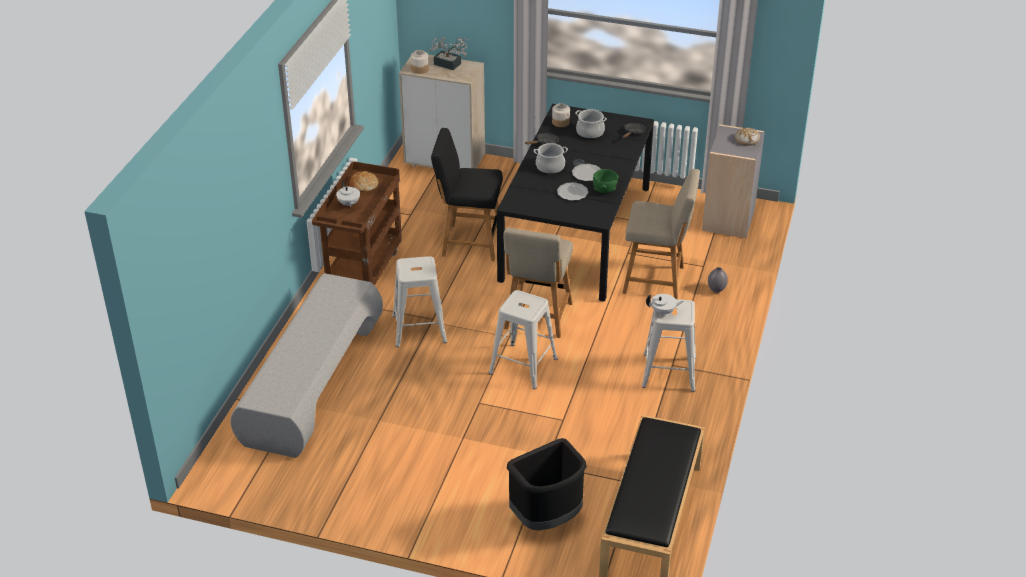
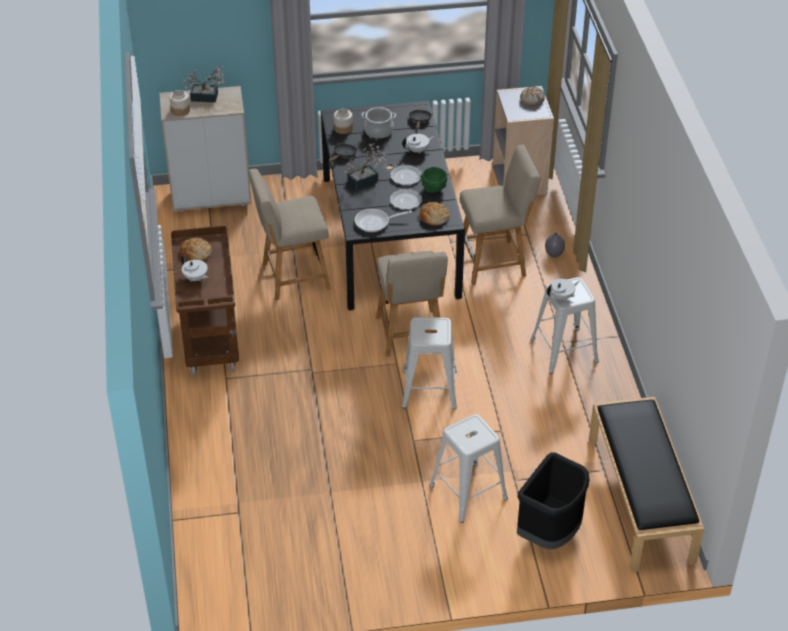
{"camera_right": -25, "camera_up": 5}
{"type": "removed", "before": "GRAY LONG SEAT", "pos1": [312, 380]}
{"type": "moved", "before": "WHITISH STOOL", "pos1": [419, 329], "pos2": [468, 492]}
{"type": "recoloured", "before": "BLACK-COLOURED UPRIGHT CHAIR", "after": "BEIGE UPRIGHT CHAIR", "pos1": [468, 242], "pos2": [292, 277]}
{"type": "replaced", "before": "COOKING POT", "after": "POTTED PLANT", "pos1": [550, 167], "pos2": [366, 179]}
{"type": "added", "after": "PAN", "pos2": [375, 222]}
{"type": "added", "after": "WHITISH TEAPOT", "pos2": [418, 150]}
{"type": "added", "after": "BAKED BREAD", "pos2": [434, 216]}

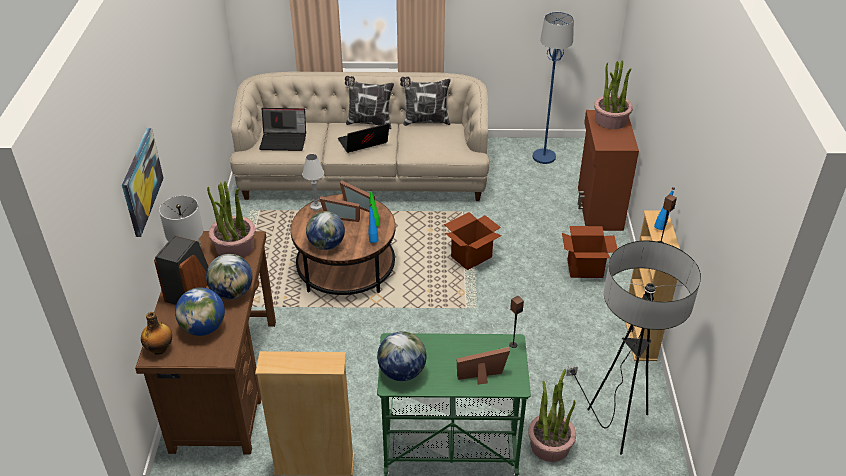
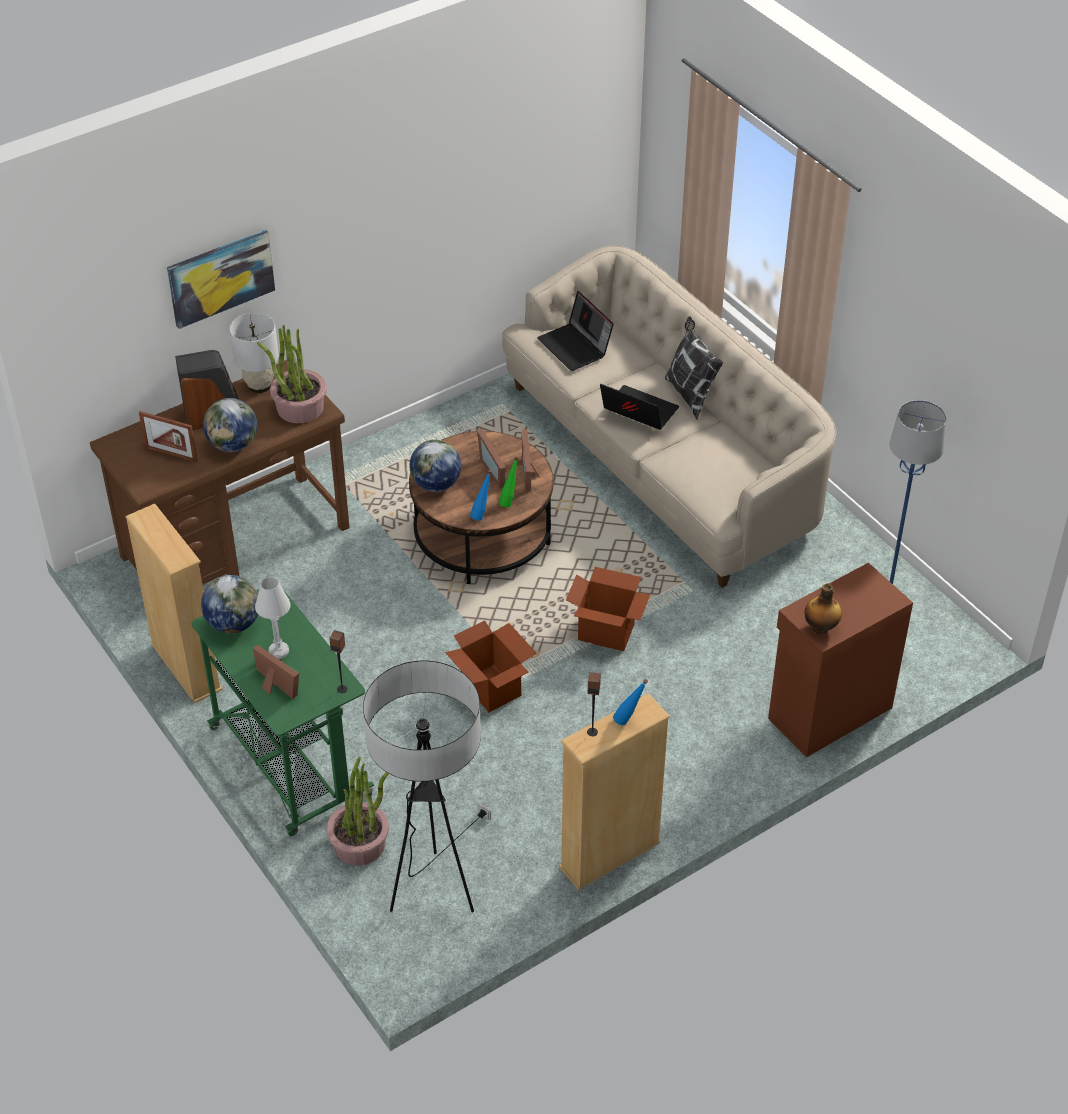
{"camera_right": 55, "camera_up": 5}
{"type": "moved", "before": "BOTTLE", "pos1": [160, 349], "pos2": [821, 627]}
{"type": "replaced", "before": "DESK GLOBE", "after": "STANDING FRAME", "pos1": [203, 328], "pos2": [171, 454]}
{"type": "moved", "before": "WHITISH TABLETOP LAMP", "pos1": [316, 206], "pos2": [279, 651]}
{"type": "removed", "before": "THROW PILLOW", "pos1": [425, 121]}
{"type": "moved", "before": "CARDBOARD BOX", "pos1": [585, 269], "pos2": [491, 689]}
{"type": "removed", "before": "POTTED PLANT", "pos1": [611, 120]}

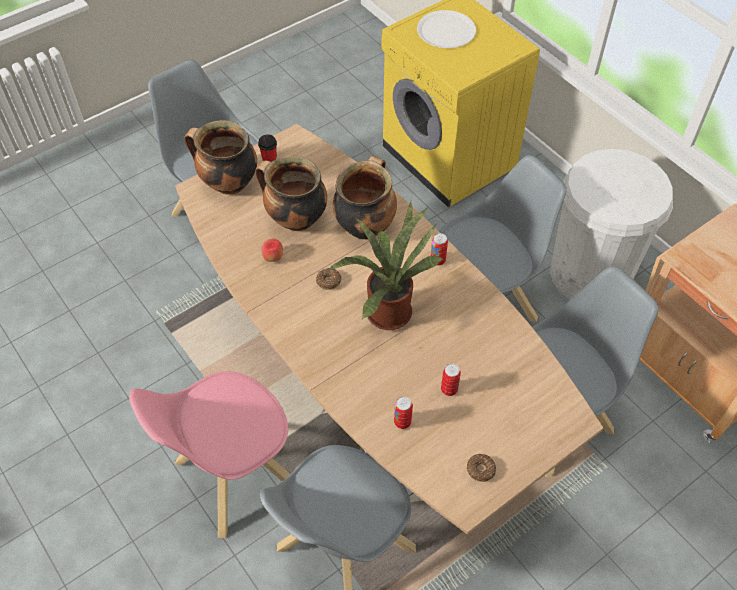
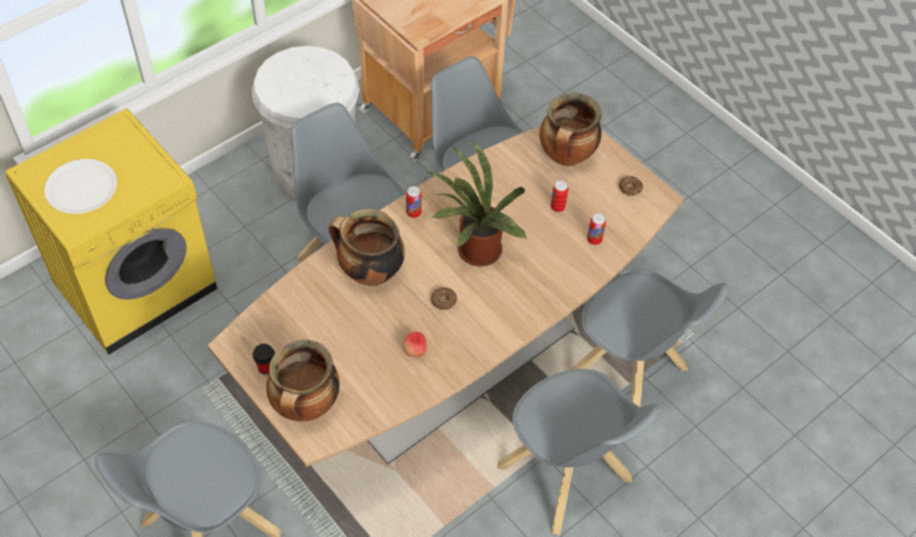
{"camera_right": -95, "camera_up": 0}
{"type": "recoloured", "before": "PINK-COLOURED UPRIGHT CHAIR", "after": "GRAY UPRIGHT CHAIR", "pos1": [234, 476], "pos2": [567, 476]}
{"type": "moved", "before": "COOKING POT", "pos1": [295, 220], "pos2": [567, 157]}

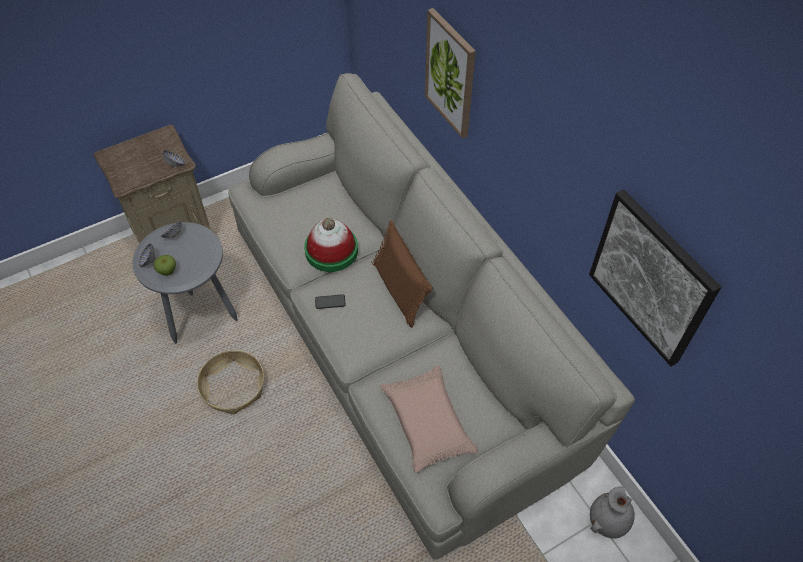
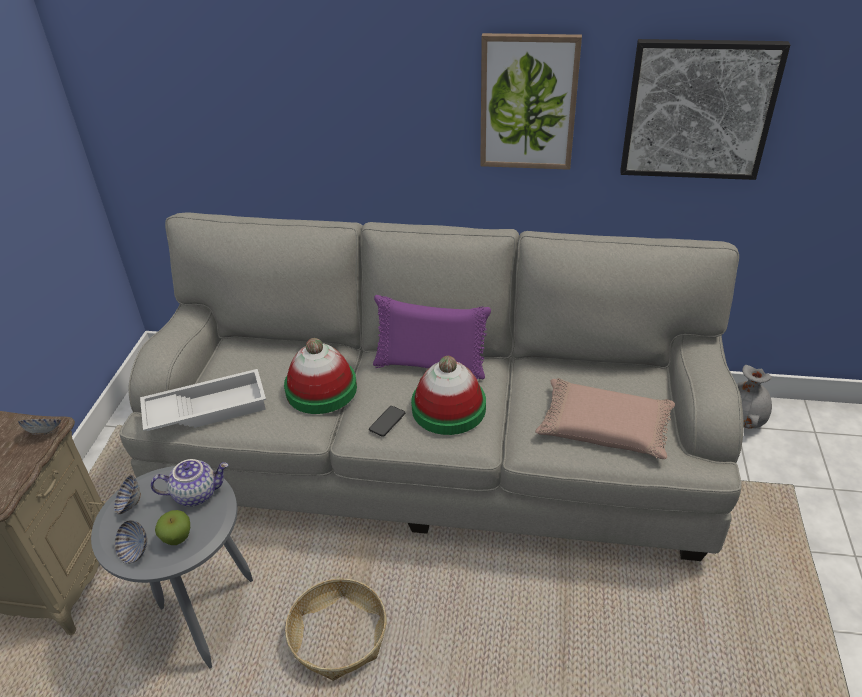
{"camera_right": -50, "camera_up": -15}
{"type": "recoloured", "before": "BROWNISH THROW PILLOW", "after": "PURPLISH THROW PILLOW", "pos1": [400, 290], "pos2": [430, 365]}
{"type": "moved", "before": "PICTURE", "pos1": [451, 74], "pos2": [528, 102]}
{"type": "added", "after": "WHITISH SERVING TRAY", "pos2": [207, 408]}
{"type": "added", "after": "TEAPOT", "pos2": [196, 493]}
{"type": "added", "after": "WEARABLE HAT", "pos2": [448, 408]}

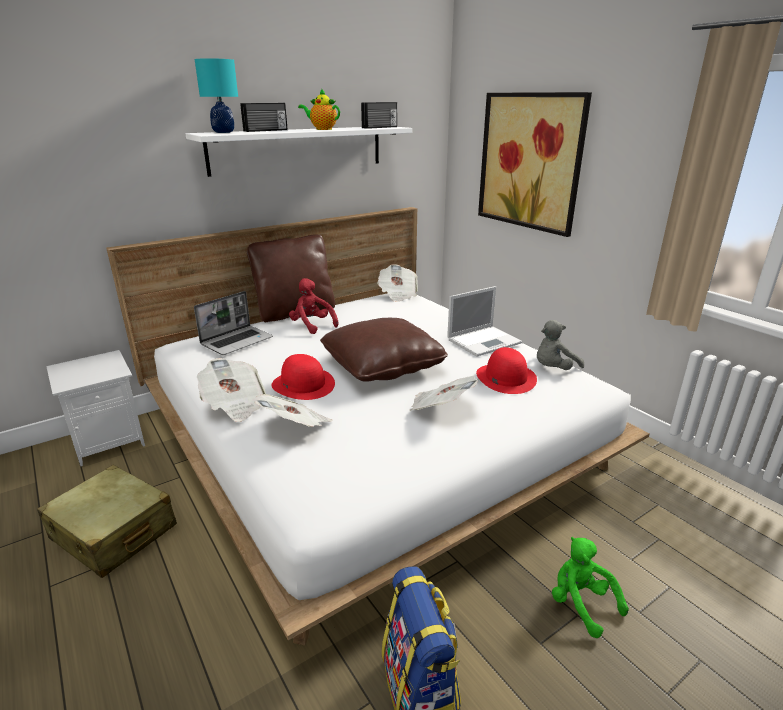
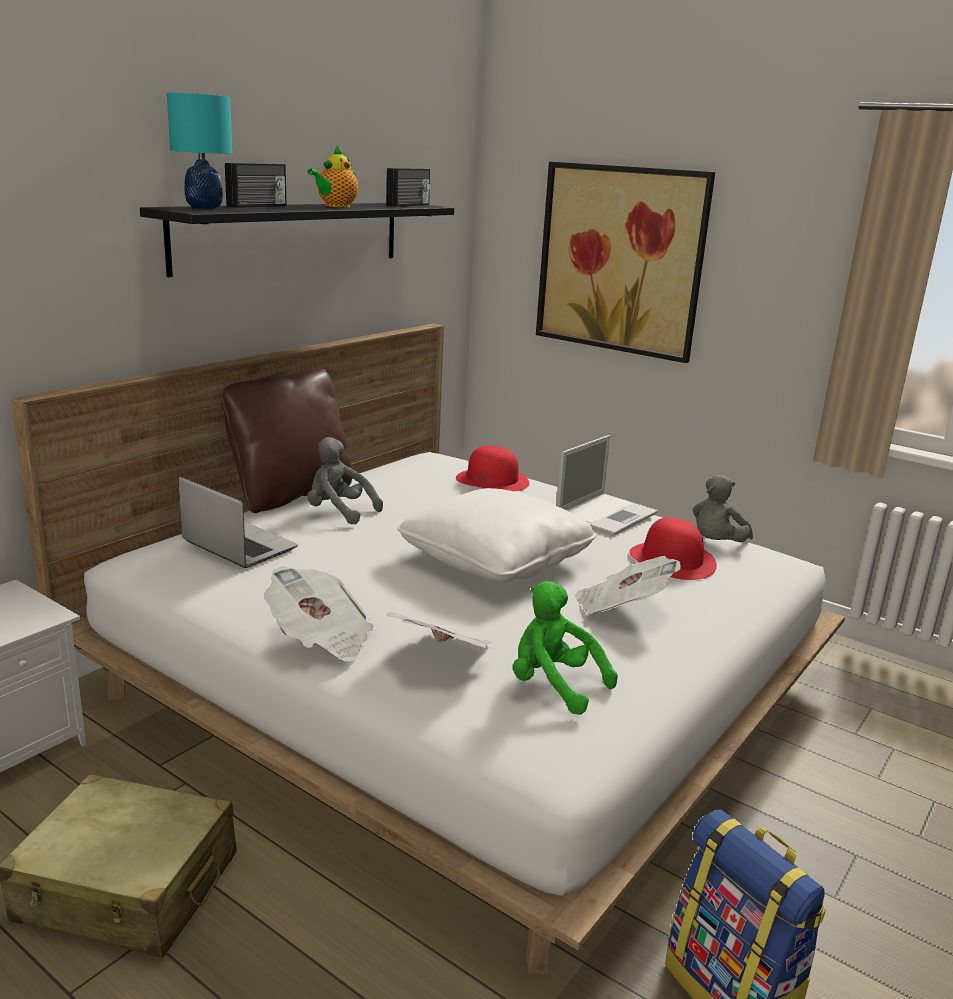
{"camera_right": -20, "camera_up": -5}
{"type": "recoloured", "before": "WHITISH WALL SHELF", "after": "BLACK-COLOURED WALL SHELF", "pos1": [298, 149], "pos2": [292, 235]}
{"type": "turned", "before": "NOTEBOOK COMPUTER", "pos1": [237, 341], "pos2": [237, 545], "turn": -75}
{"type": "moved", "before": "RED WEARABLE HAT", "pos1": [303, 384], "pos2": [492, 480]}
{"type": "recoloured", "before": "RED PLUSH TOY", "after": "GRAY PLUSH TOY", "pos1": [312, 325], "pos2": [339, 512]}
{"type": "turned", "before": "TEAPOT", "pos1": [322, 129], "pos2": [335, 206], "turn": -60}
{"type": "recoloured", "before": "BROWNISH THROW PILLOW", "after": "WHITISH THROW PILLOW", "pos1": [382, 366], "pos2": [496, 561]}
{"type": "removed", "before": "NEWSPAPER", "pos1": [398, 294]}
{"type": "moved", "before": "GREEN-COLOURED PLUSH TOY", "pos1": [581, 603], "pos2": [554, 685]}

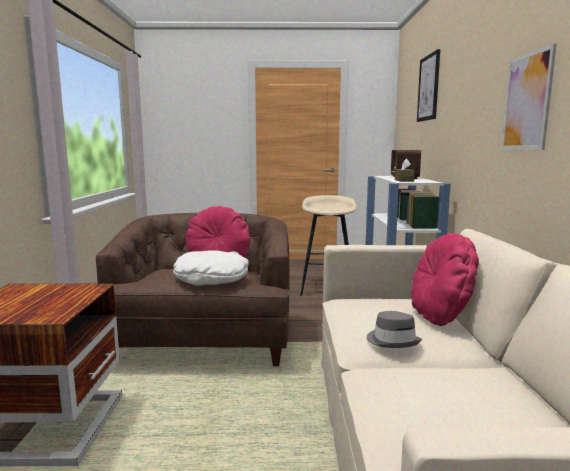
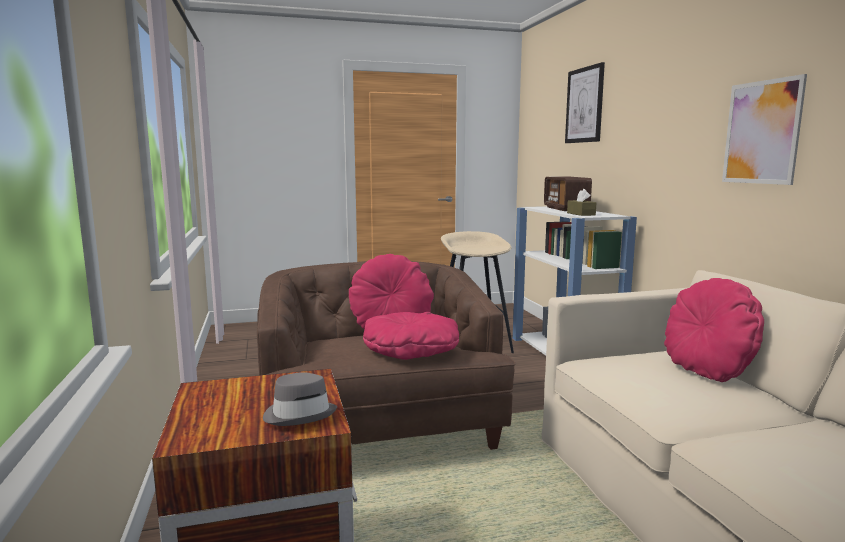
{"camera_right": -15, "camera_up": 0}
{"type": "recoloured", "before": "WHITISH THROW PILLOW", "after": "PINK-COLOURED THROW PILLOW", "pos1": [212, 279], "pos2": [410, 349]}
{"type": "moved", "before": "GRAY WEARABLE HAT", "pos1": [392, 340], "pos2": [299, 414]}

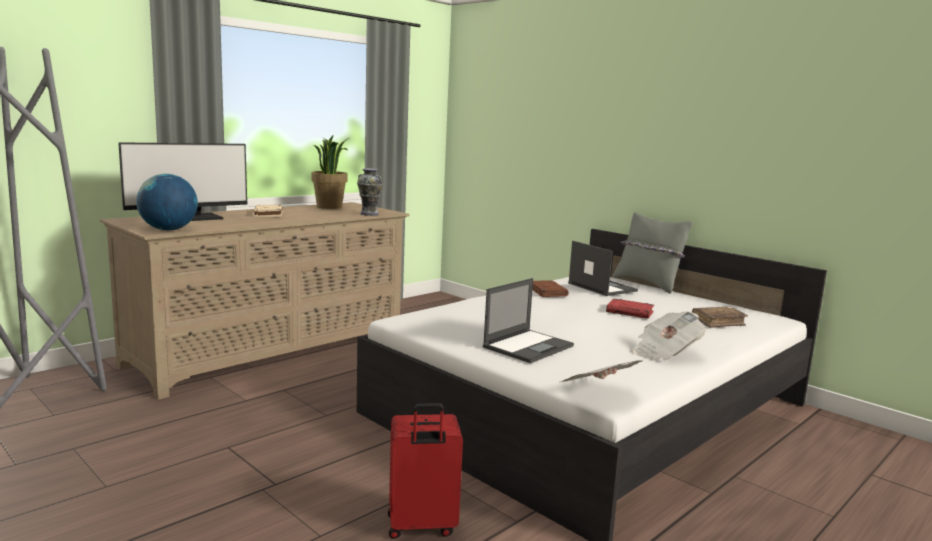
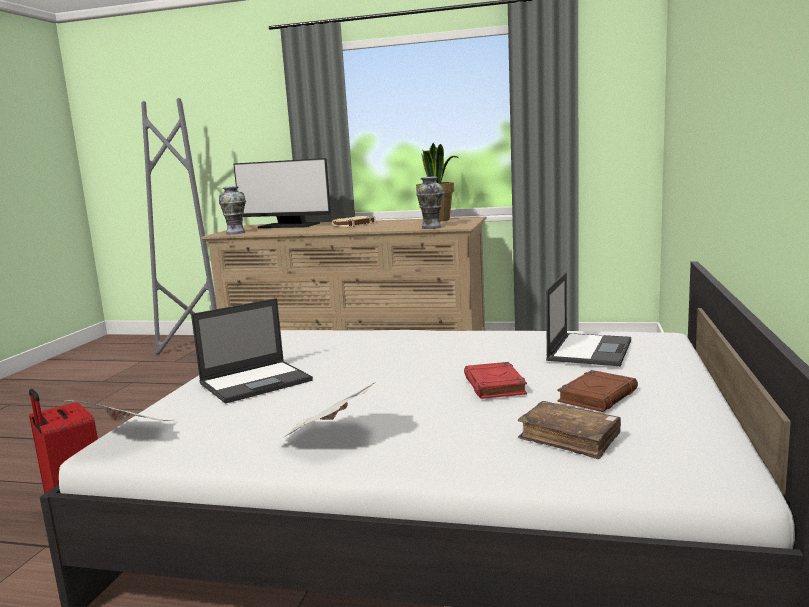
{"camera_right": 60, "camera_up": 0}
{"type": "replaced", "before": "DESK GLOBE", "after": "FLOWER VASE", "pos1": [168, 230], "pos2": [235, 233]}
{"type": "turned", "before": "NOTEBOOK COMPUTER", "pos1": [529, 346], "pos2": [257, 382], "turn": -45}
{"type": "moved", "before": "BROWNISH BOOK", "pos1": [547, 292], "pos2": [597, 396]}
{"type": "removed", "before": "GRAY THROW PILLOW", "pos1": [648, 284]}

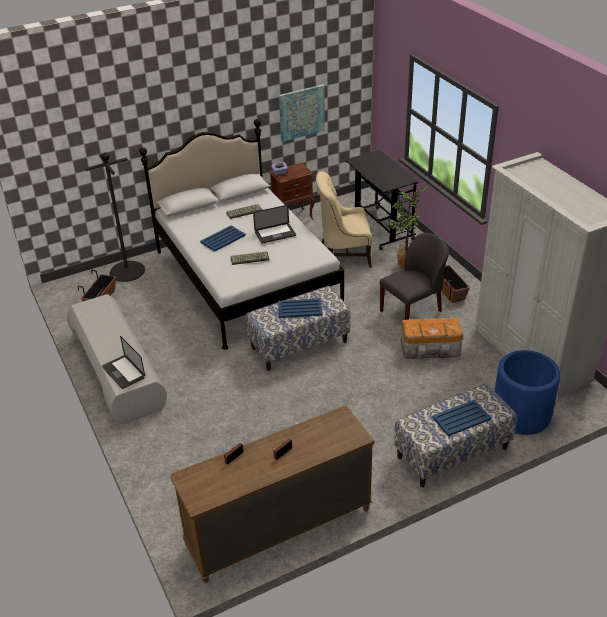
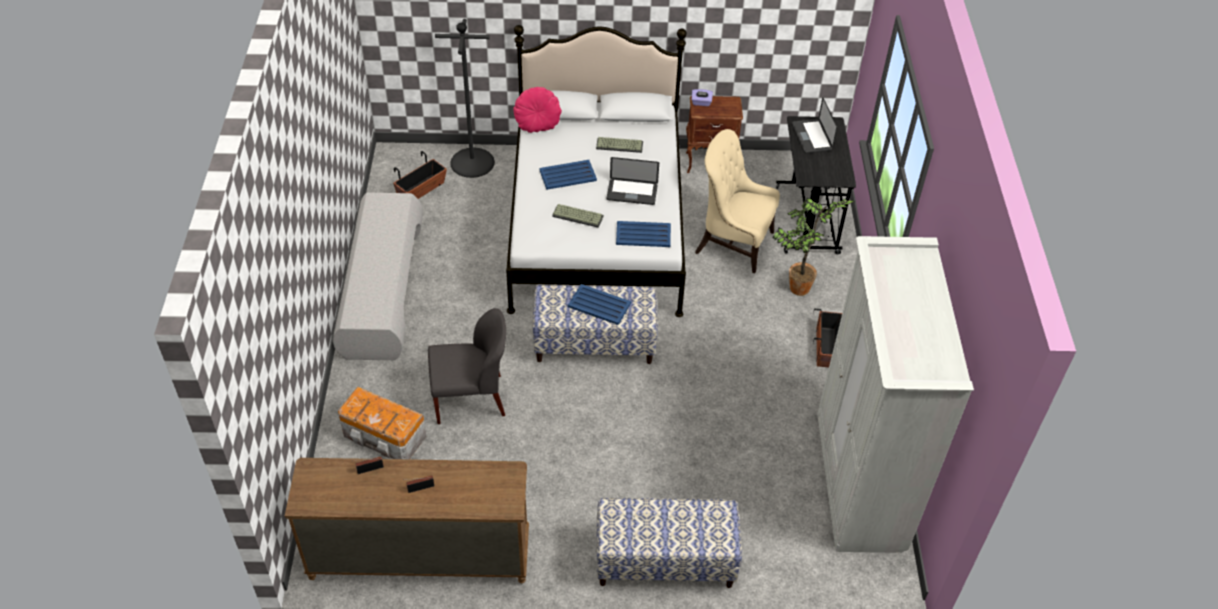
{"camera_right": 25, "camera_up": 10}
{"type": "moved", "before": "NOTEBOOK COMPUTER", "pos1": [123, 372], "pos2": [811, 137]}
{"type": "removed", "before": "PICTURE", "pos1": [301, 112]}
{"type": "moved", "before": "GRAY UPRIGHT CHAIR", "pos1": [412, 311], "pos2": [471, 398]}
{"type": "moved", "before": "STORAGE CONTAINER", "pos1": [431, 349], "pos2": [384, 436]}
{"type": "moved", "before": "BLUE SERVING TRAY", "pos1": [462, 418], "pos2": [644, 235]}
{"type": "removed", "before": "BLUE PLANT POT", "pos1": [521, 414]}
{"type": "added", "after": "PINK-COLOURED THROW PILLOW", "pos2": [537, 126]}

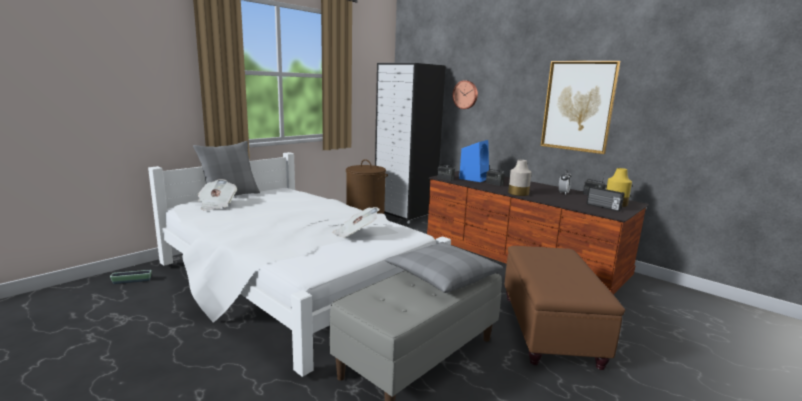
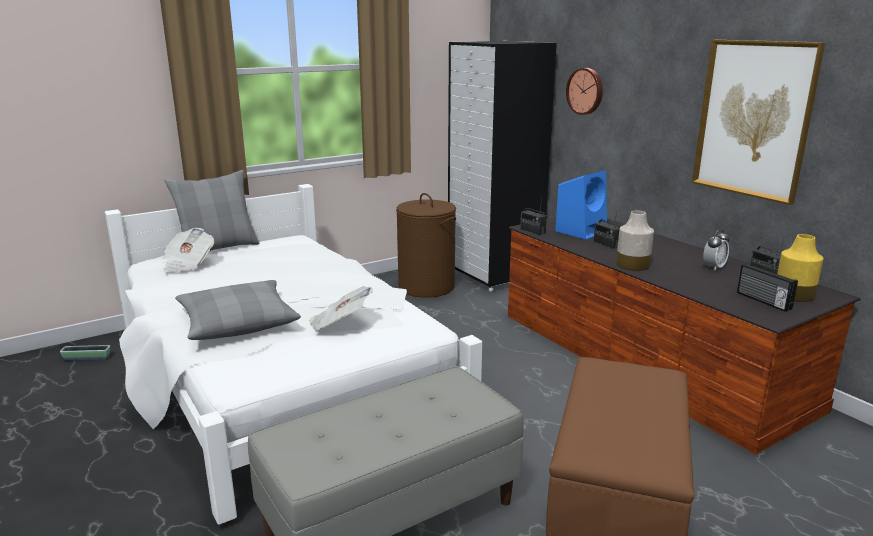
{"camera_right": 15, "camera_up": 5}
{"type": "moved", "before": "GRAY THROW PILLOW", "pos1": [442, 276], "pos2": [237, 321]}

